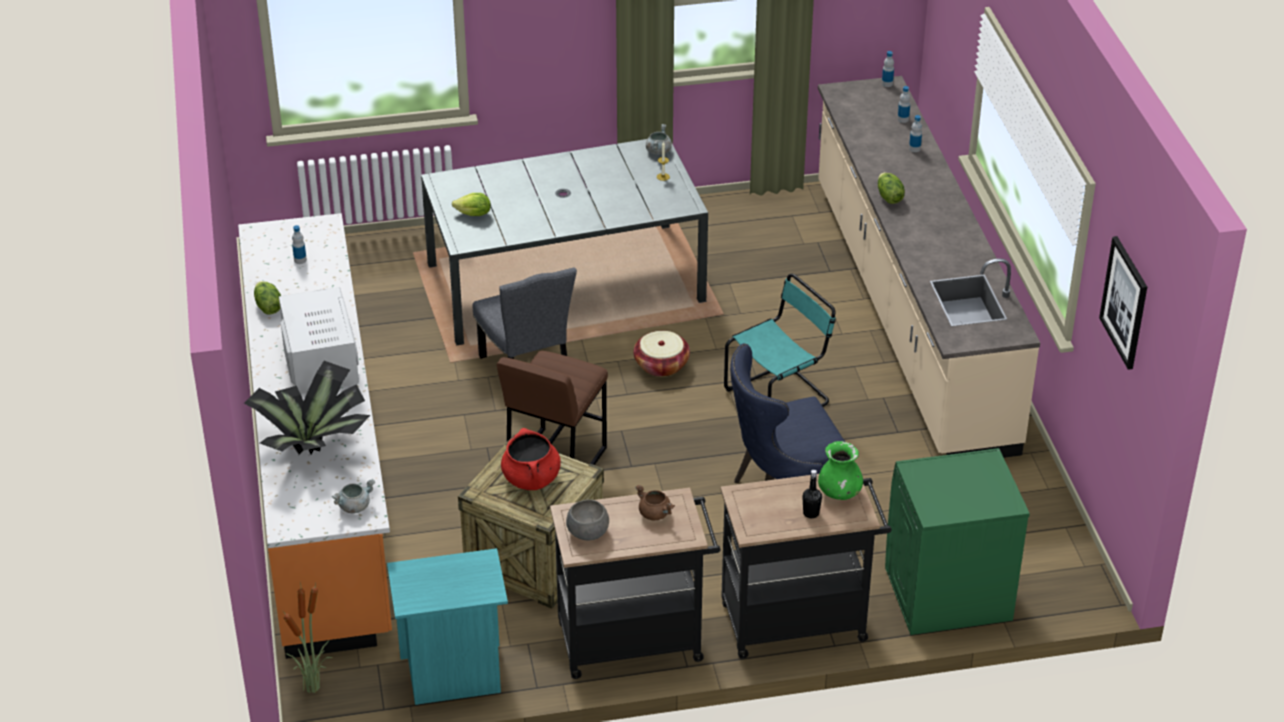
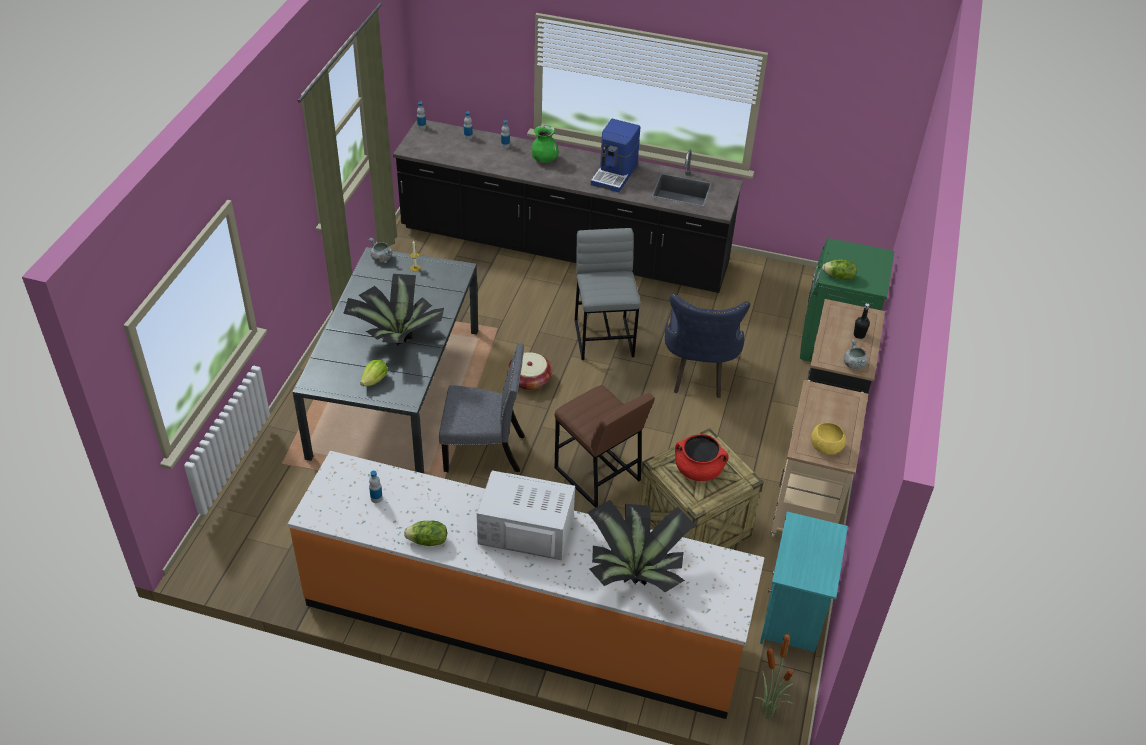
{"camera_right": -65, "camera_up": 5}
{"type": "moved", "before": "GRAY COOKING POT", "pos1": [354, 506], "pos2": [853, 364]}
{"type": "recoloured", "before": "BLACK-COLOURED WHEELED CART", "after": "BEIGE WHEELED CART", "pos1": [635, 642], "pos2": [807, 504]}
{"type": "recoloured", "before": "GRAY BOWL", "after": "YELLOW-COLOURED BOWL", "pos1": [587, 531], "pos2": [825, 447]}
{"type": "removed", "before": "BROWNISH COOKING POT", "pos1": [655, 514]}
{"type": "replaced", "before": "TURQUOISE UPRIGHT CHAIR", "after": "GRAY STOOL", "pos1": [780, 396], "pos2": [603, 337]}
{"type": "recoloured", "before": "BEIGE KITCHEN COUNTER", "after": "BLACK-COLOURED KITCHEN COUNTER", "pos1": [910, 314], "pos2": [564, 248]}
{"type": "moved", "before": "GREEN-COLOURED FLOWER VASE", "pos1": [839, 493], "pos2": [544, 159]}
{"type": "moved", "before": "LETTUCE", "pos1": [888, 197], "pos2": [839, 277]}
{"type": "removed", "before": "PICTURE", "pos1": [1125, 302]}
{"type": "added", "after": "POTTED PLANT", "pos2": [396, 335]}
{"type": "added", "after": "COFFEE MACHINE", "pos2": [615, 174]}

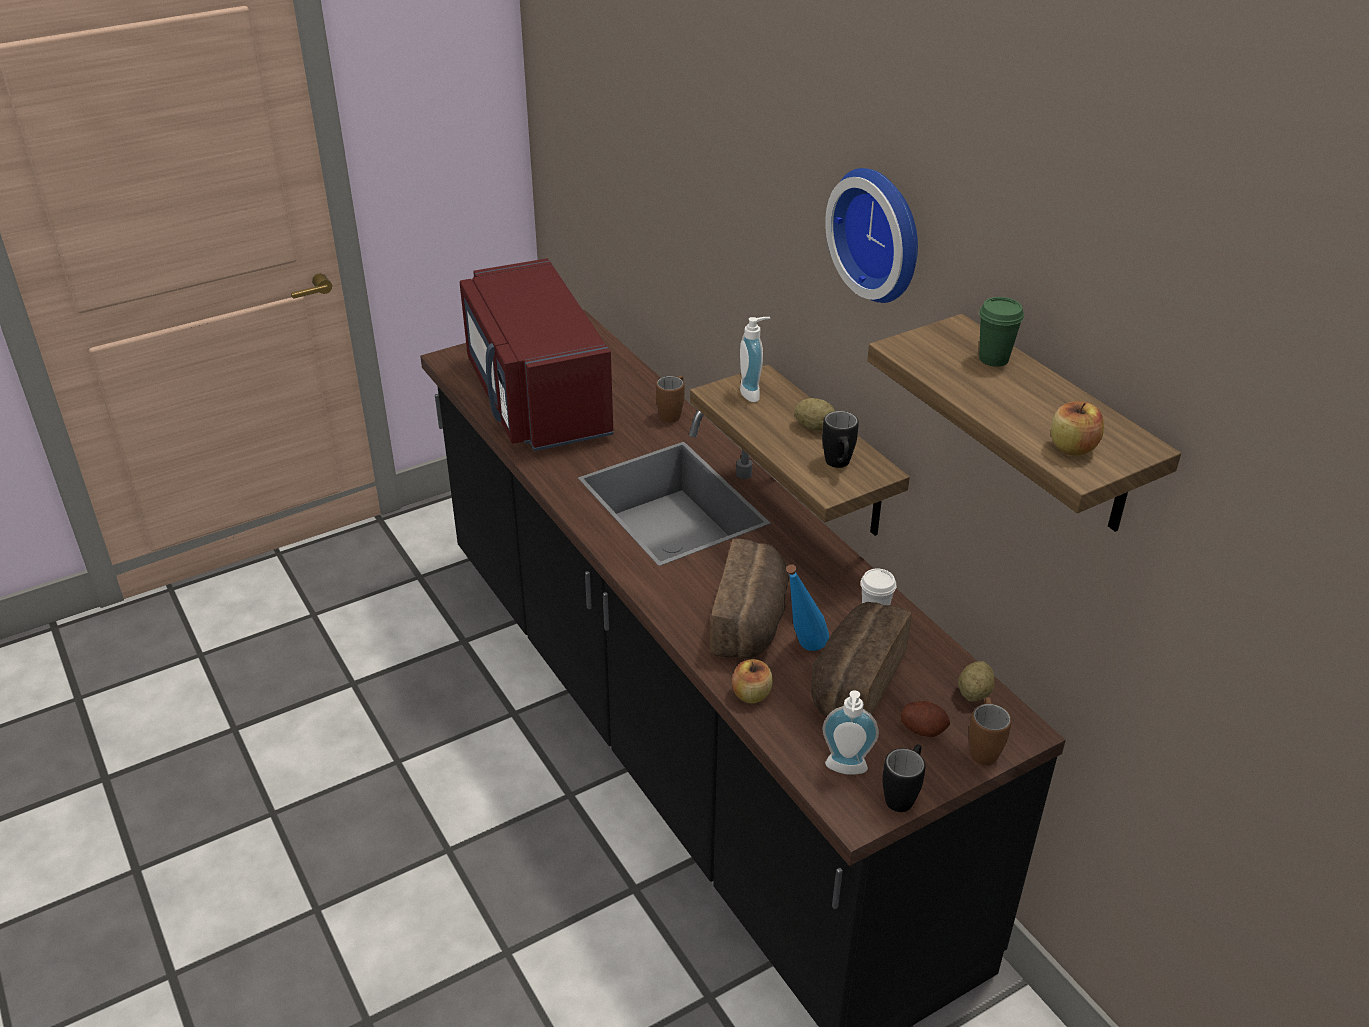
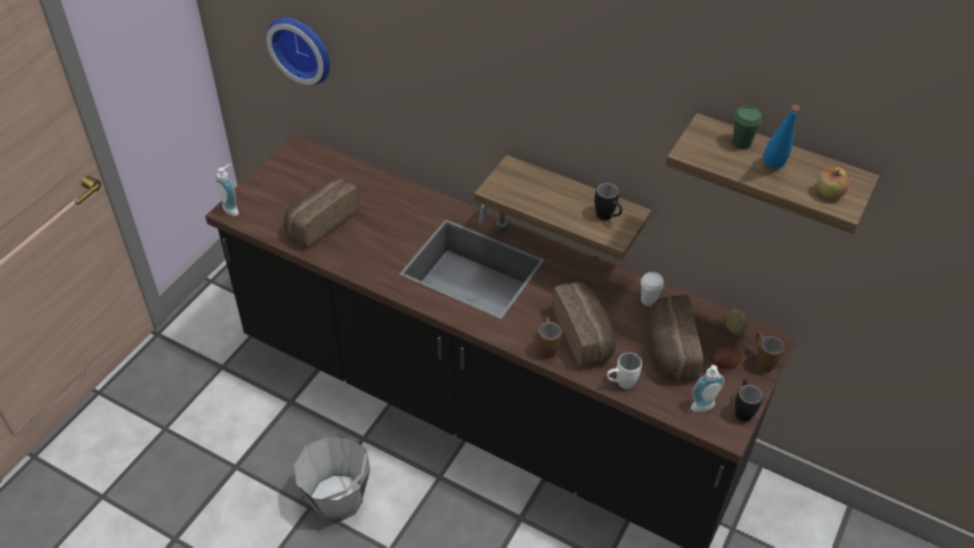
{"camera_right": -30, "camera_up": 10}
{"type": "replaced", "before": "RED MICROWAVE OVEN", "after": "BAKED BREAD", "pos1": [536, 398], "pos2": [320, 222]}
{"type": "moved", "before": "BROWNISH COFFEE MUG", "pos1": [673, 413], "pos2": [547, 347]}
{"type": "replaced", "before": "APPLE FRUIT", "after": "WHITISH COFFEE MUG", "pos1": [751, 694], "pos2": [620, 384]}
{"type": "moved", "before": "SOAP BOTTLE", "pos1": [753, 393], "pos2": [232, 208]}
{"type": "moved", "before": "BLUE BOTTLE", "pos1": [802, 651], "pos2": [773, 170]}
{"type": "removed", "before": "POTATO", "pos1": [814, 427]}
{"type": "moved", "before": "CLOCK ON THE WALL", "pos1": [881, 233], "pos2": [302, 47]}
{"type": "added", "after": "GRAY WATER BUCKET", "pos2": [338, 499]}

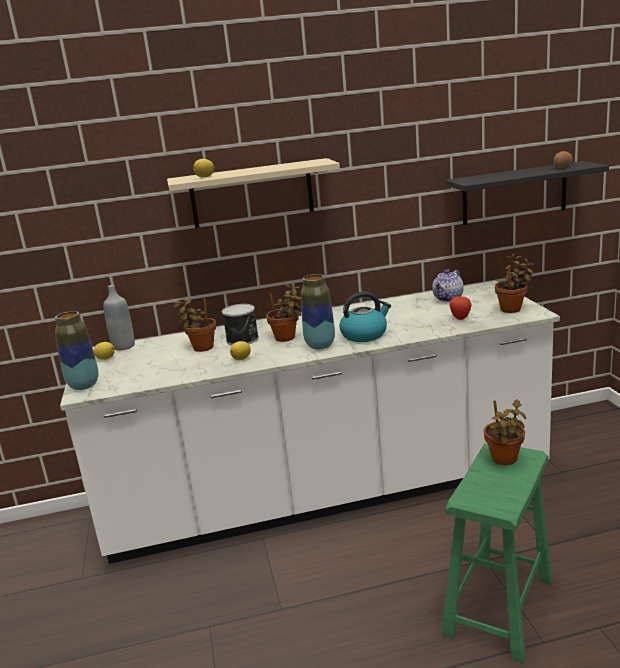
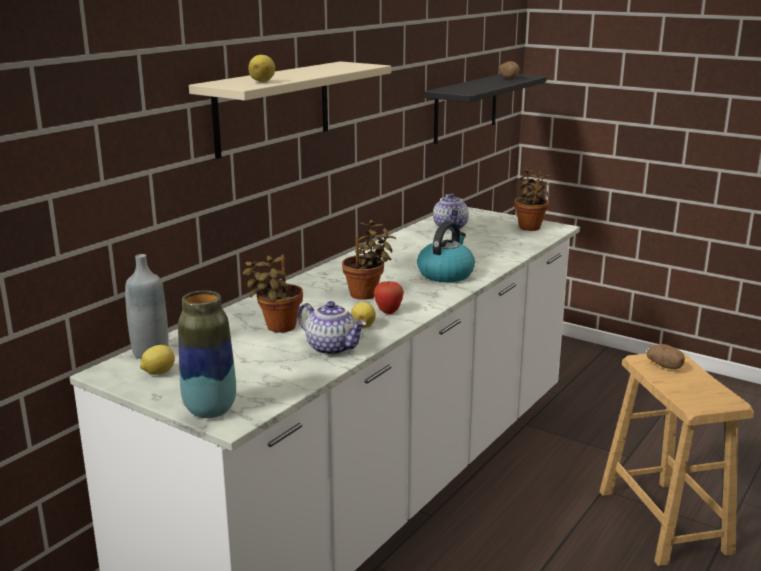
{"camera_right": -45, "camera_up": 0}
{"type": "removed", "before": "METAL CAN", "pos1": [243, 339]}
{"type": "removed", "before": "FLOWER VASE", "pos1": [320, 346]}
{"type": "recoloured", "before": "GREEN-COLOURED STOOL", "after": "BROWNISH STOOL", "pos1": [498, 606], "pos2": [663, 521]}
{"type": "moved", "before": "APPLE FRUIT", "pos1": [460, 318], "pos2": [388, 312]}
{"type": "replaced", "before": "POTTED PLANT", "after": "POTATO", "pos1": [504, 460], "pos2": [665, 366]}
{"type": "added", "after": "TEAPOT", "pos2": [333, 348]}

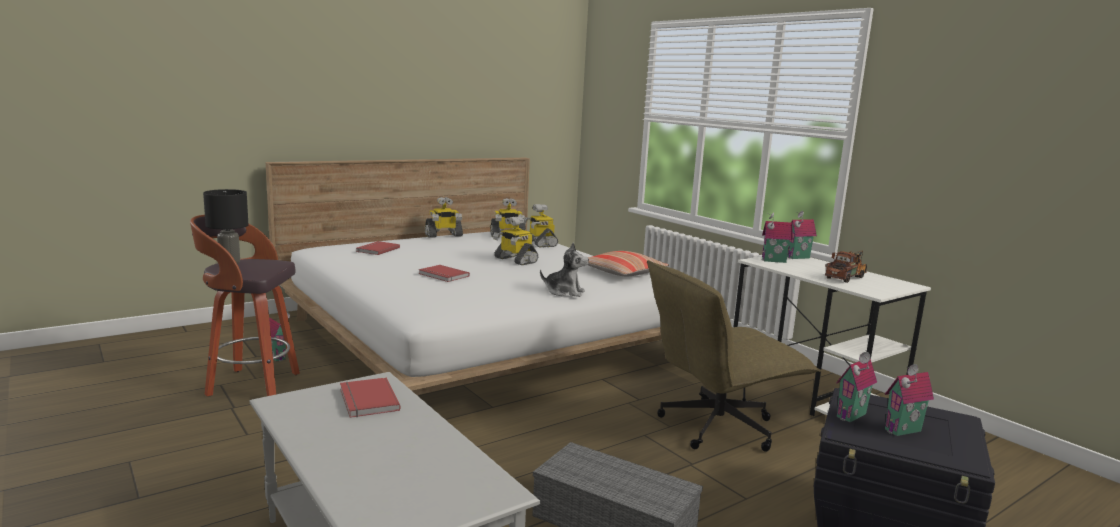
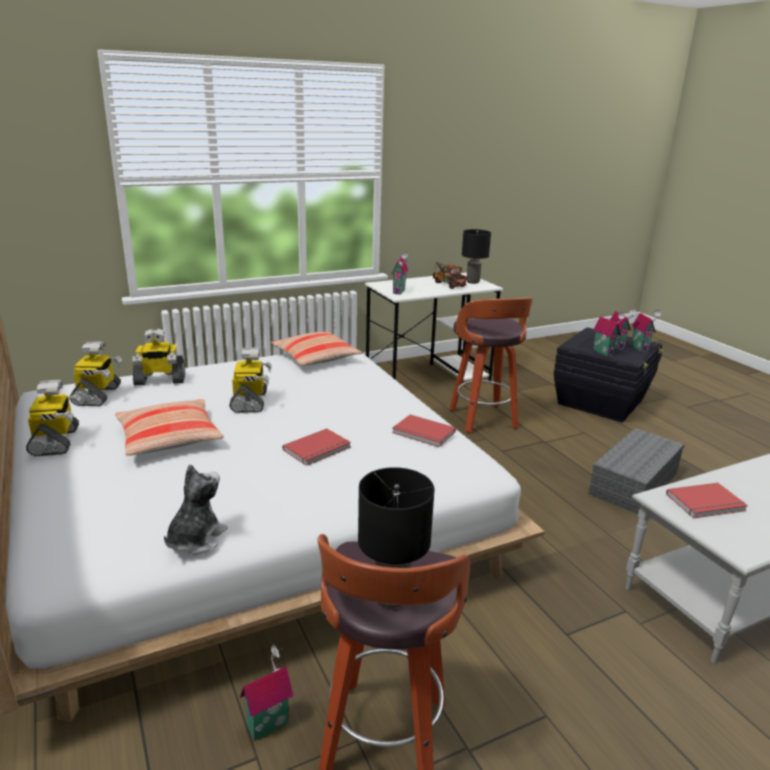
{"camera_right": -80, "camera_up": 10}
{"type": "moved", "before": "RED BOOK", "pos1": [377, 249], "pos2": [423, 433]}
{"type": "turned", "before": "TOY ROBOT", "pos1": [515, 260], "pos2": [250, 402], "turn": -60}
{"type": "moved", "before": "PLUSH TOY", "pos1": [564, 292], "pos2": [195, 539]}
{"type": "replaced", "before": "BEIGE OFFICE CHAIR", "after": "STOOL", "pos1": [719, 426], "pos2": [484, 420]}
{"type": "moved", "before": "TOY HOUSE", "pos1": [798, 258], "pos2": [641, 348]}
{"type": "added", "after": "THROW PILLOW", "pos2": [169, 438]}
{"type": "added", "after": "BLACK-COLOURED TABLETOP LAMP", "pos2": [472, 282]}

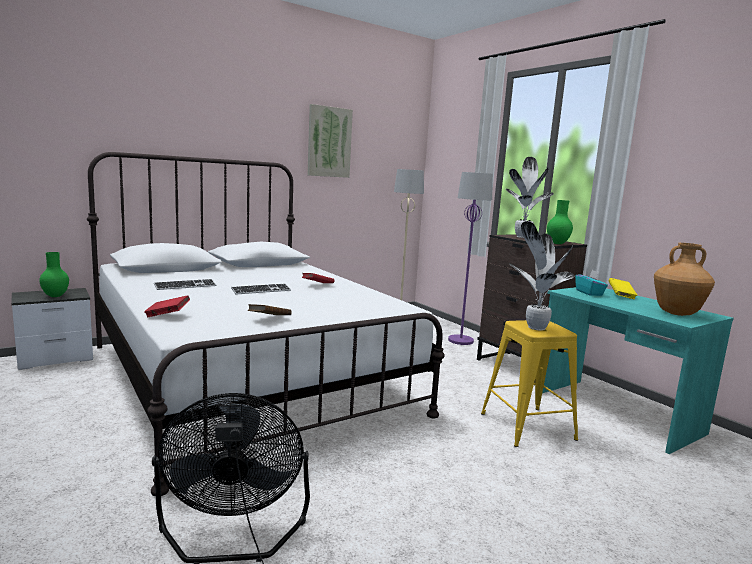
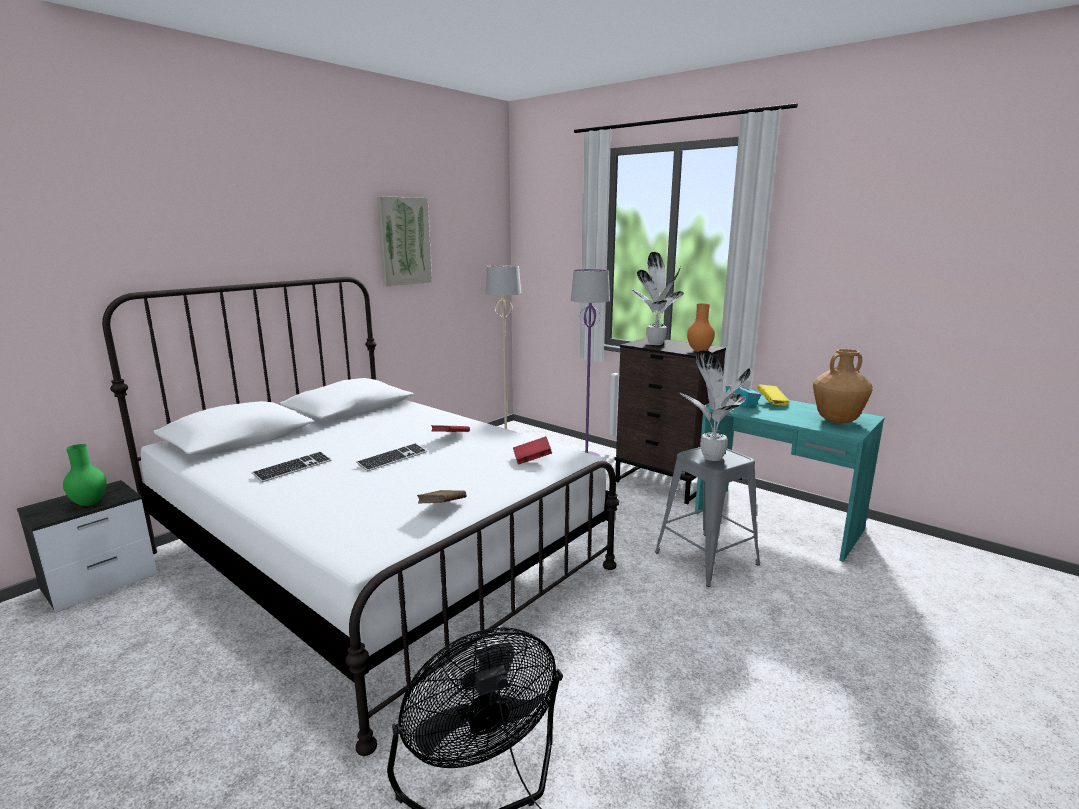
{"camera_right": -15, "camera_up": 5}
{"type": "moved", "before": "RED BOOK", "pos1": [167, 316], "pos2": [532, 459]}
{"type": "recoloured", "before": "YELLOW-COLOURED STOOL", "after": "GRAY STOOL", "pos1": [527, 426], "pos2": [706, 558]}
{"type": "recoloured", "before": "GREEN-COLOURED FLOWER VASE", "after": "ORANGE FLOWER VASE", "pos1": [557, 243], "pos2": [698, 351]}

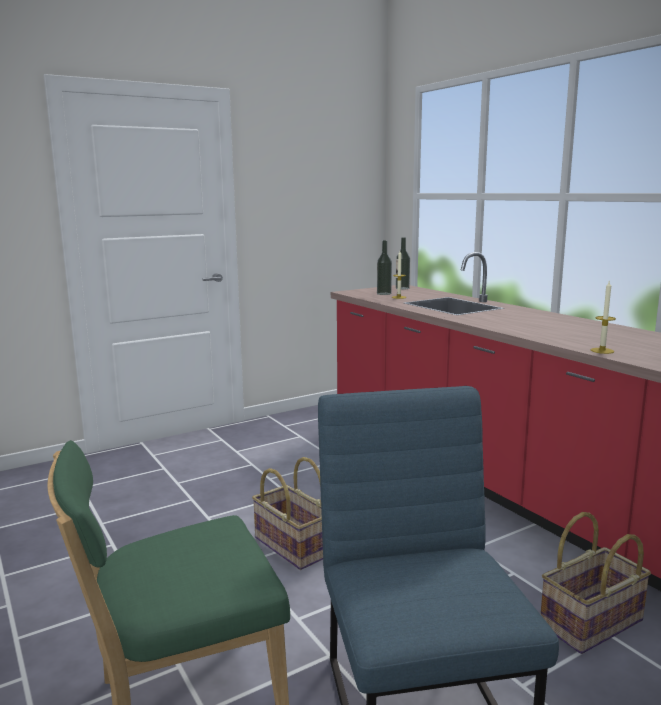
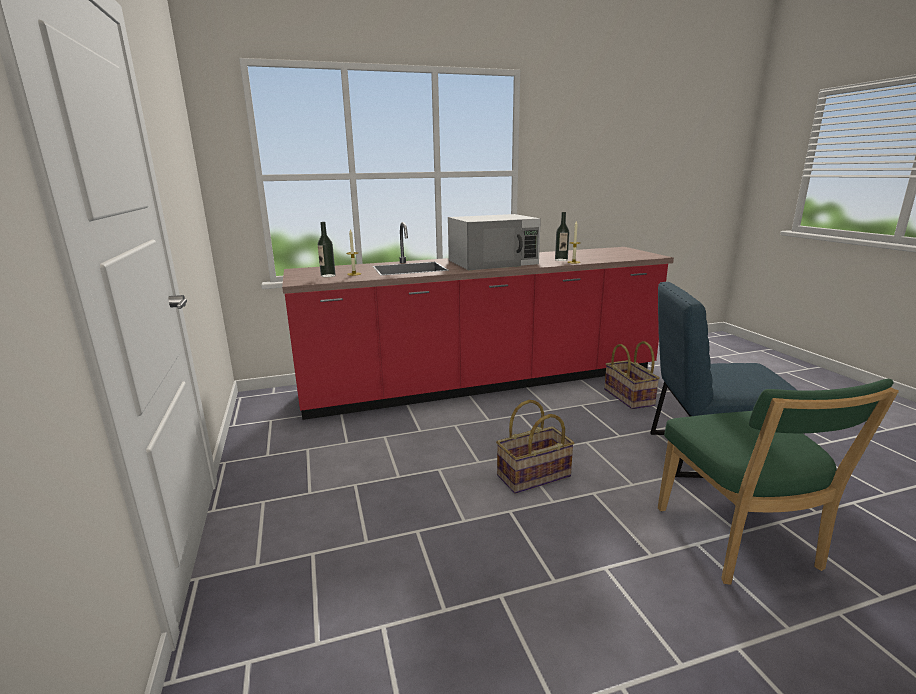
{"camera_right": -75, "camera_up": 5}
{"type": "moved", "before": "BOTTLE", "pos1": [402, 288], "pos2": [561, 260]}
{"type": "added", "after": "WHITISH MICROWAVE OVEN", "pos2": [493, 262]}

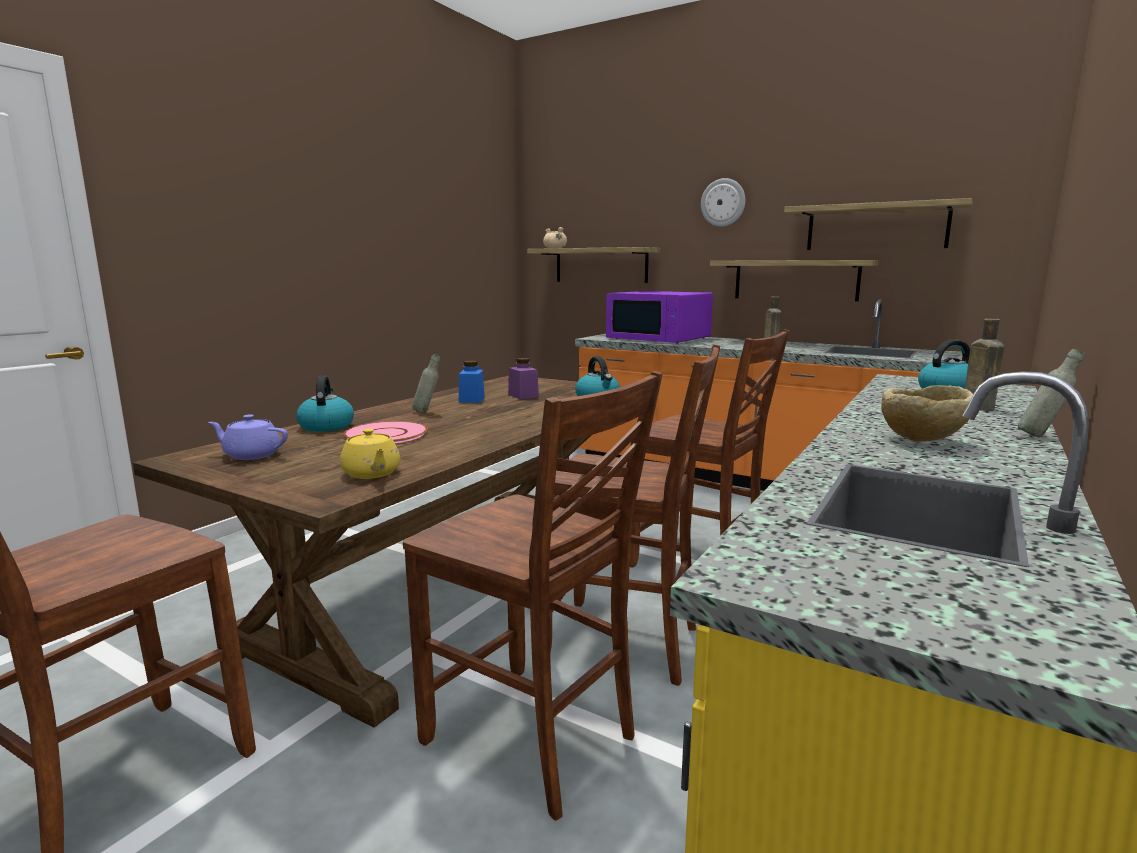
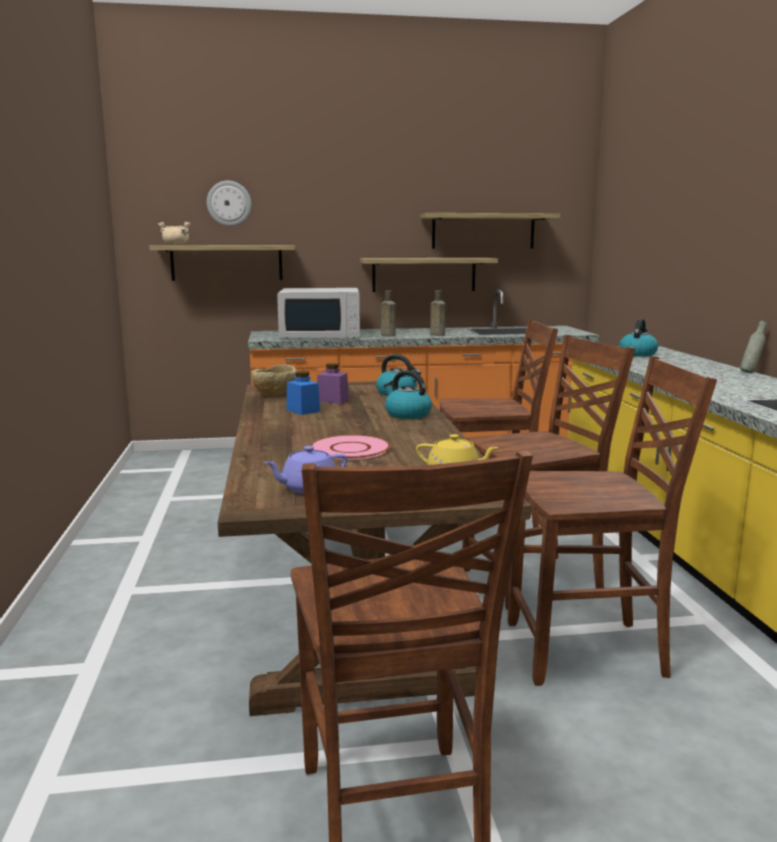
{"camera_right": -40, "camera_up": 0}
{"type": "moved", "before": "TEA KETTLE", "pos1": [326, 426], "pos2": [407, 414]}
{"type": "removed", "before": "GRAY BOTTLE", "pos1": [427, 412]}
{"type": "recoloured", "before": "PURPLISH MICROWAVE OVEN", "after": "WHITISH MICROWAVE OVEN", "pos1": [659, 338], "pos2": [321, 334]}
{"type": "moved", "before": "CLOCK ON THE WALL", "pos1": [723, 202], "pos2": [229, 203]}
{"type": "moved", "before": "BEIGE BOWL", "pos1": [922, 441], "pos2": [275, 396]}
{"type": "moved", "before": "BROWNISH BOTTLE", "pos1": [976, 407], "pos2": [387, 335]}

